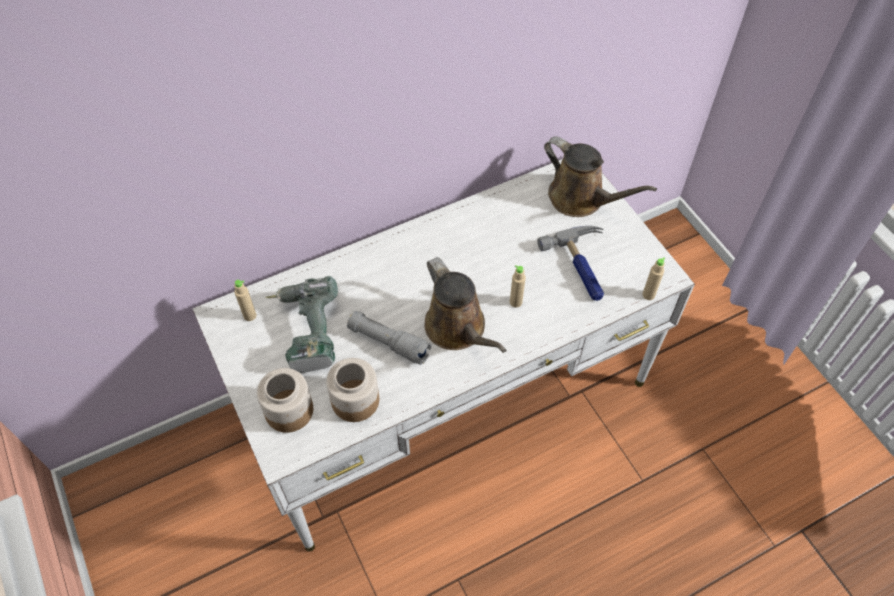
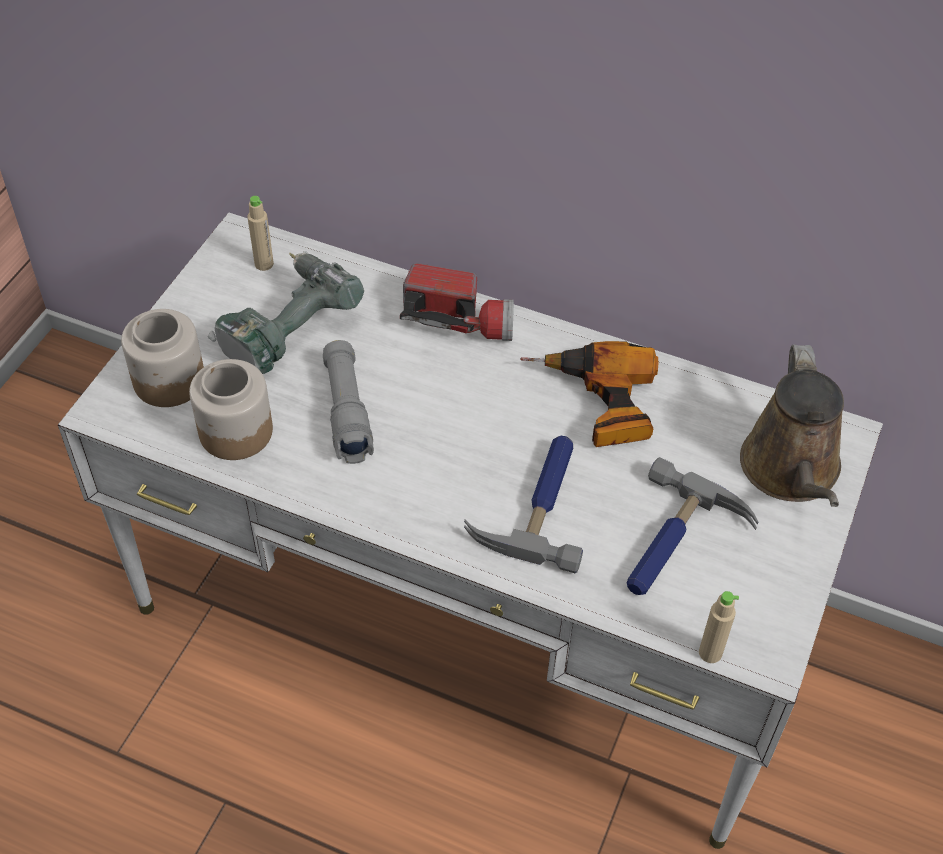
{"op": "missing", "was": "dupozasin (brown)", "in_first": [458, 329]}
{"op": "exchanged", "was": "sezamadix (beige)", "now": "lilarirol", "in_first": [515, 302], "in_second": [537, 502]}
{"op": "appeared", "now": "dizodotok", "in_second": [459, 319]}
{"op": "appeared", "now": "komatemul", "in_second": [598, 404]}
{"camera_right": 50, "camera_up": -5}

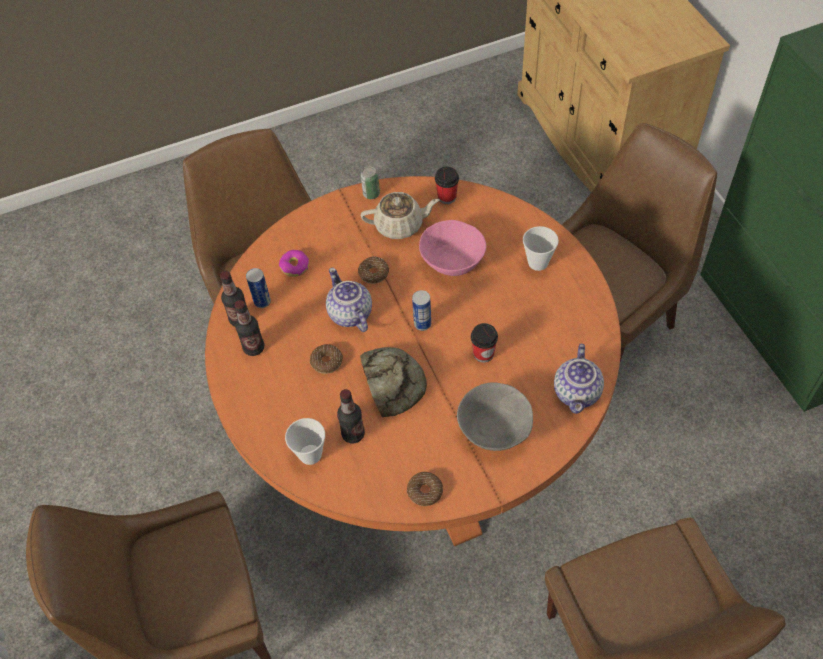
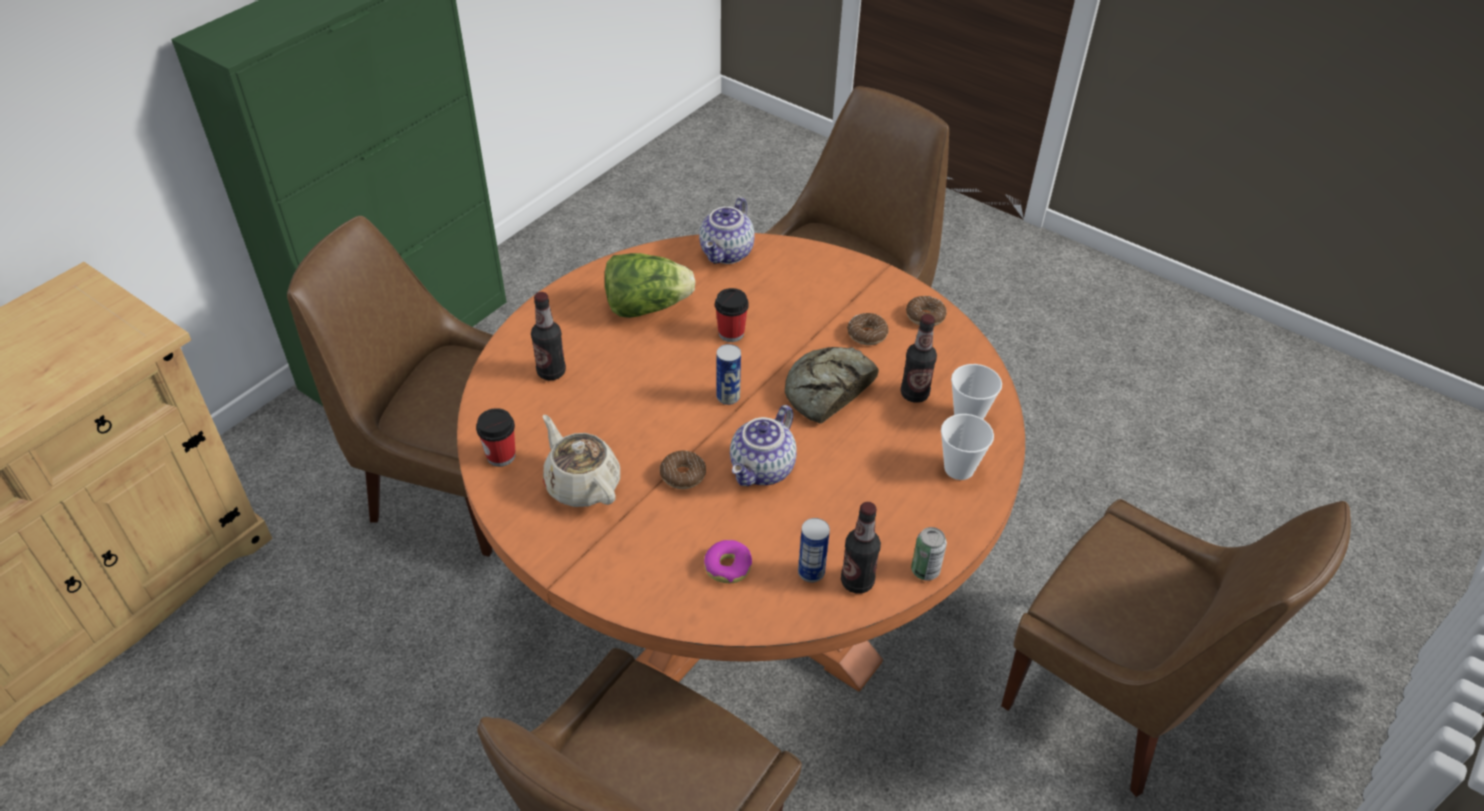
{"op": "relocated", "was": "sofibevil", "in_first": [371, 194], "in_second": [925, 570]}
{"op": "missing", "was": "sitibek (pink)", "in_first": [453, 262]}
{"op": "relocated", "was": "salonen", "in_first": [538, 262], "in_second": [959, 468]}
{"op": "relocated", "was": "sezamadix", "in_first": [254, 348], "in_second": [551, 372]}
{"op": "relocated", "was": "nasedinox", "in_first": [326, 362], "in_second": [867, 334]}
{"op": "spun", "was": "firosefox", "in_first": [578, 393], "in_second": [727, 253], "clockwise": 135}
{"op": "missing", "was": "sitibek (grey)", "in_first": [493, 430]}
{"op": "appeared", "now": "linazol", "in_second": [646, 307]}
{"camera_right": -125, "camera_up": -10}

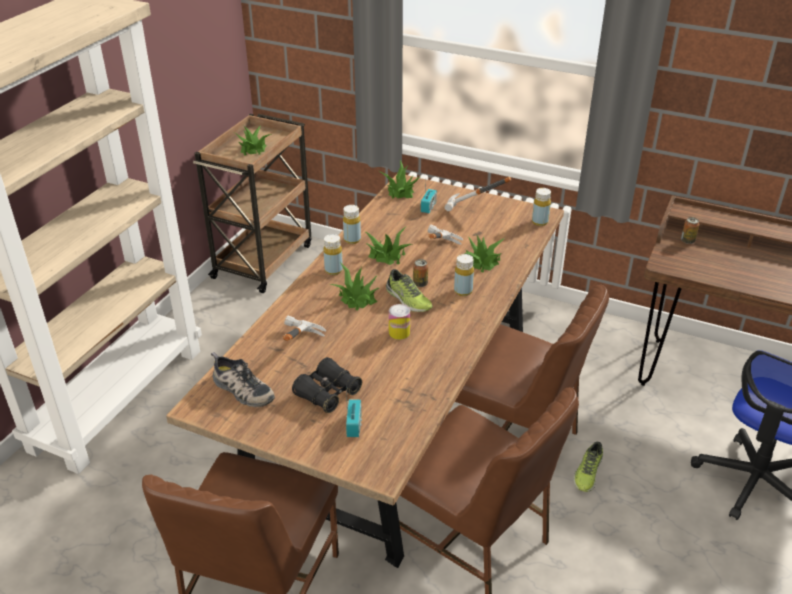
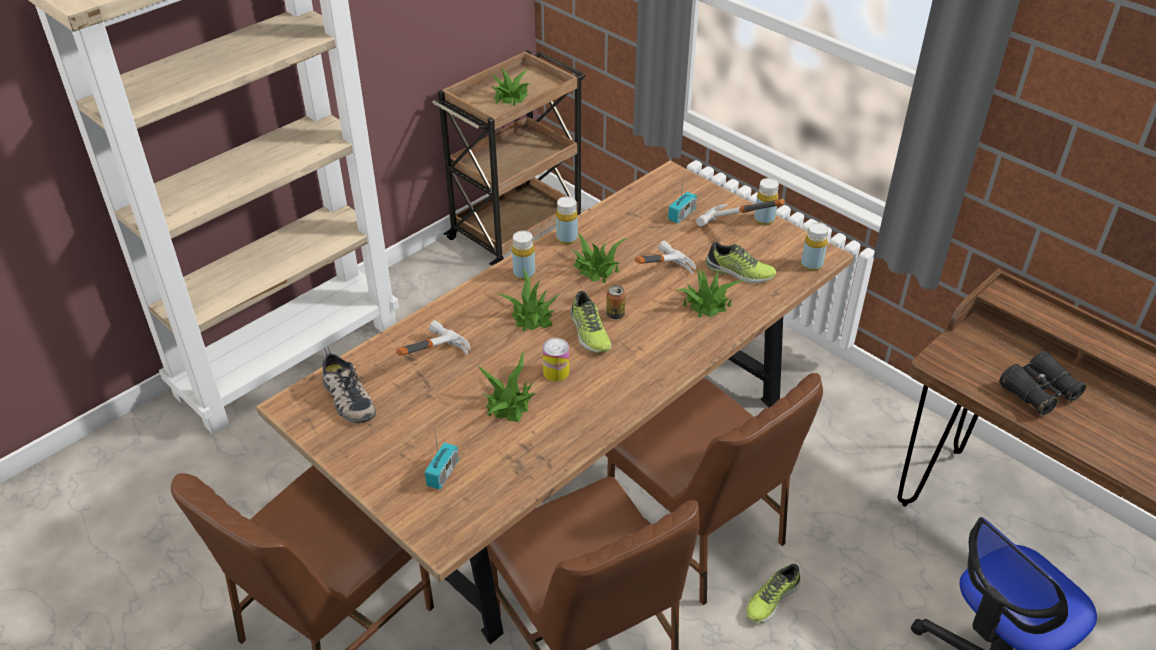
{"op": "relocated", "was": "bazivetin", "in_first": [401, 191], "in_second": [509, 403]}
{"op": "missing", "was": "sofibevil", "in_first": [687, 241]}
{"op": "relocated", "was": "sezamadix (yellow)", "in_first": [463, 291], "in_second": [764, 220]}
{"op": "relocated", "was": "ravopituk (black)", "in_first": [327, 393], "in_second": [1038, 392]}
{"op": "appeared", "now": "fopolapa", "in_second": [739, 272]}
{"camera_right": 20, "camera_up": 5}

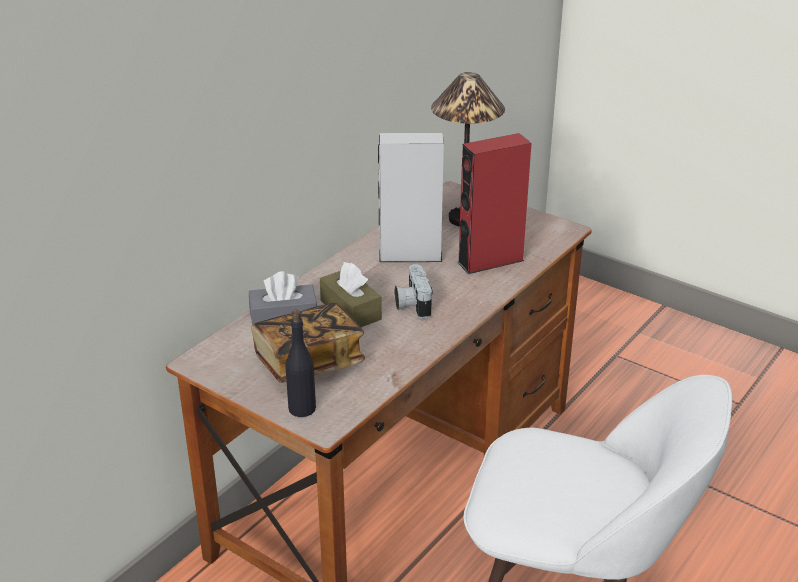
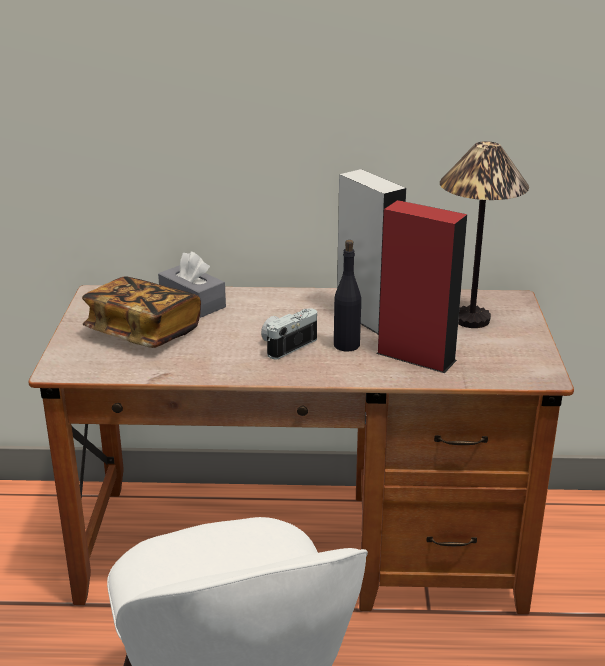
{"op": "missing", "was": "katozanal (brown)", "in_first": [350, 310]}
{"op": "relocated", "was": "sezamadix (black)", "in_first": [302, 408], "in_second": [347, 345]}
{"camera_right": 55, "camera_up": -5}

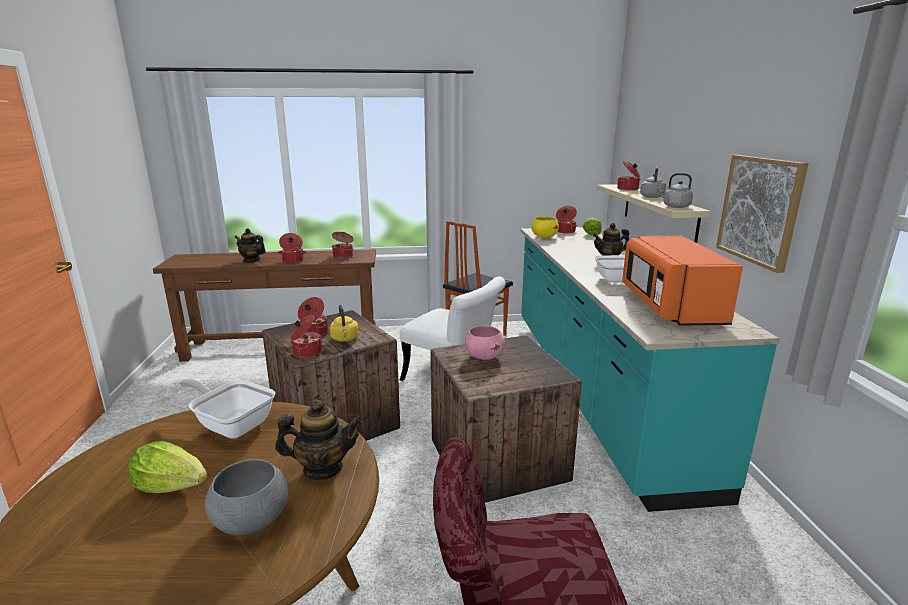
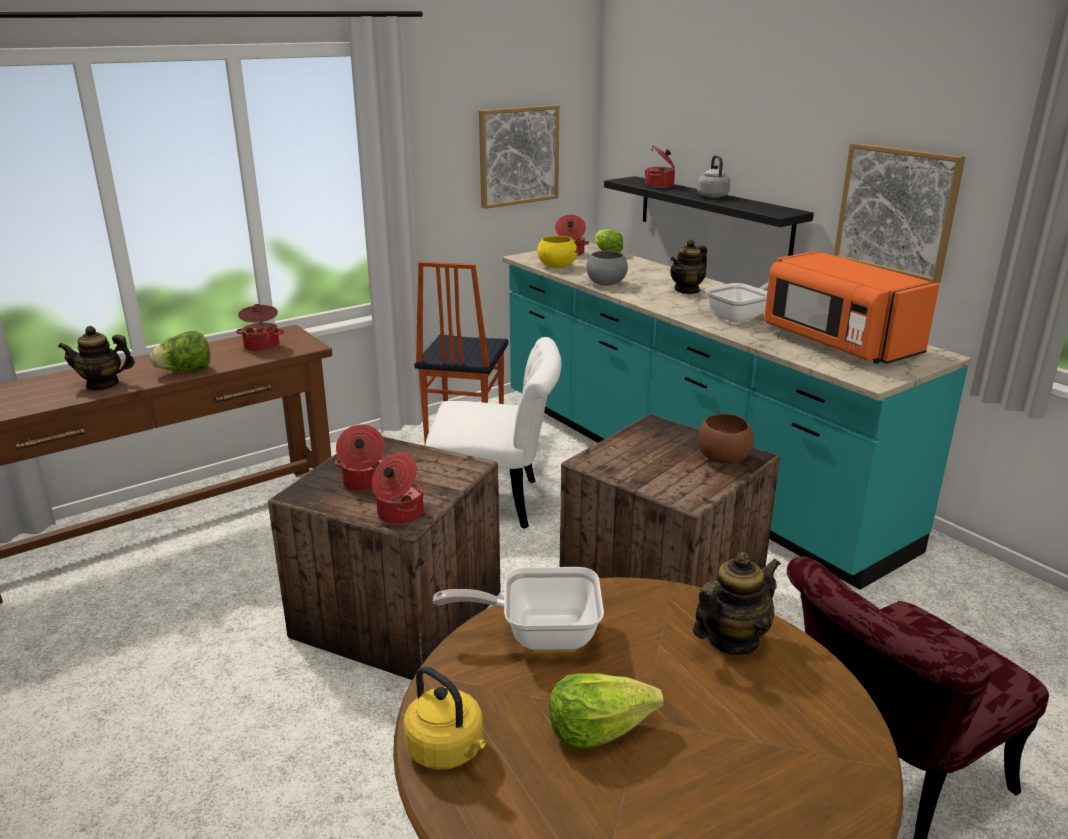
{"op": "missing", "was": "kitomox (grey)", "in_first": [674, 206]}
{"op": "colour", "was": "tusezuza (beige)", "now": "tusezuza (black)", "in_first": [658, 212], "in_second": [713, 215]}
{"op": "exchanged", "was": "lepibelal", "now": "linazol", "in_first": [293, 261], "in_second": [185, 371]}
{"op": "relocated", "was": "kitomox (yellow)", "in_first": [345, 339], "in_second": [448, 751]}
{"op": "missing", "was": "sitibek (pink)", "in_first": [484, 356]}
{"op": "relocated", "was": "sitibek (grey)", "in_first": [251, 520], "in_second": [605, 284]}
{"op": "appeared", "now": "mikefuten", "in_second": [518, 156]}
{"op": "appeared", "now": "sitibek (brown)", "in_second": [723, 458]}
{"camera_right": -30, "camera_up": 5}

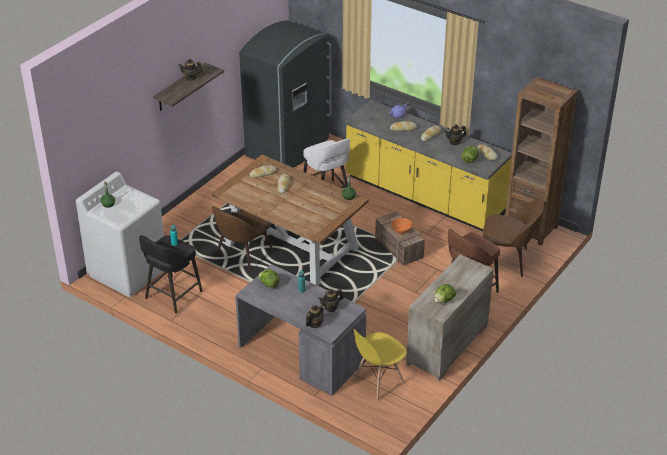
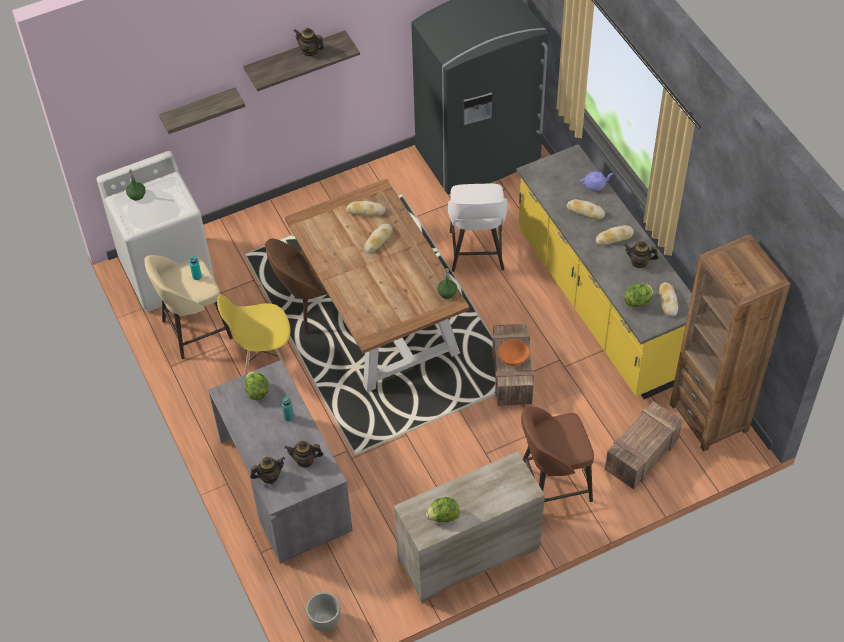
{"op": "exchanged", "was": "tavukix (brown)", "now": "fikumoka", "in_first": [507, 260], "in_second": [641, 455]}
{"op": "colour", "was": "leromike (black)", "now": "leromike (beige)", "in_first": [172, 295], "in_second": [194, 330]}
{"op": "relocated", "was": "tavukix (yellow)", "in_first": [378, 382], "in_second": [262, 360]}
{"op": "appeared", "now": "tusezuza", "in_second": [199, 111]}
{"op": "appeared", "now": "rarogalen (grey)", "in_second": [325, 621]}
{"camera_right": 30, "camera_up": 15}

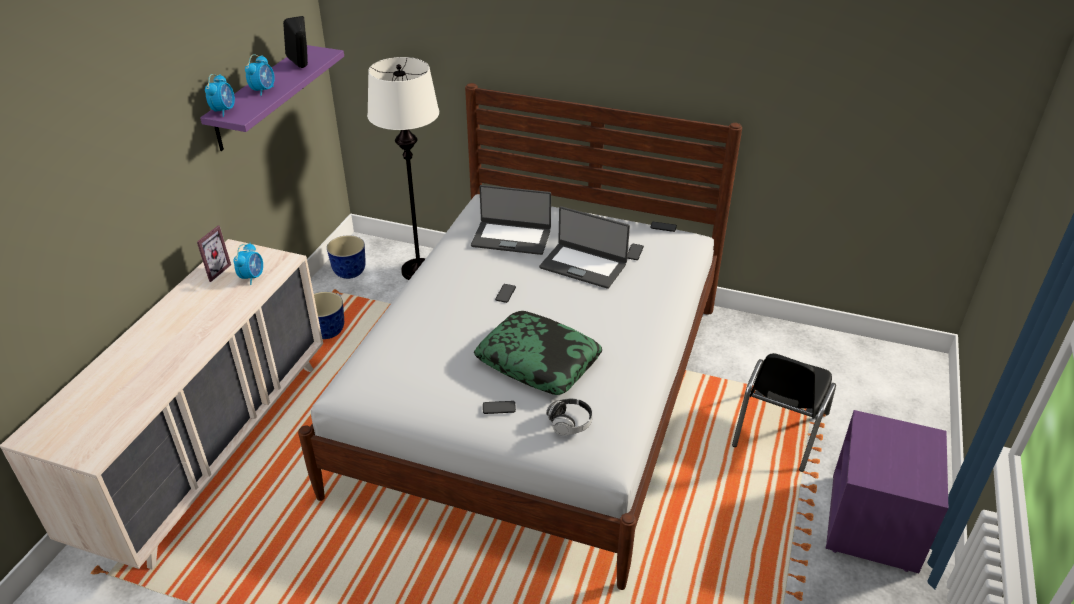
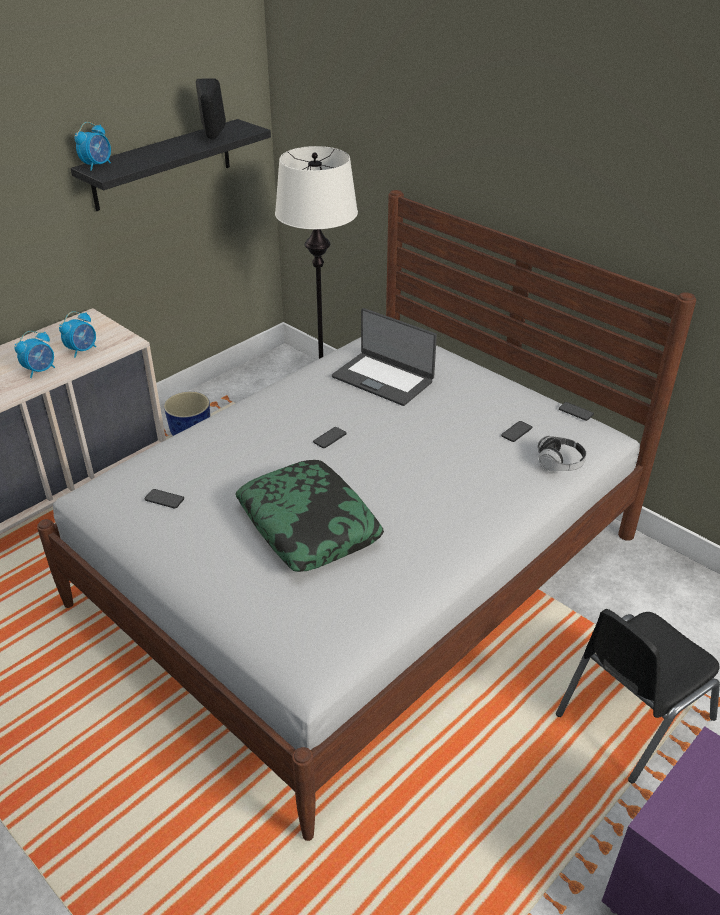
{"op": "colour", "was": "tusezuza (purple)", "now": "tusezuza (black)", "in_first": [260, 98], "in_second": [162, 165]}
{"op": "relocated", "was": "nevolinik", "in_first": [263, 90], "in_second": [40, 370]}
{"op": "missing", "was": "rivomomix", "in_first": [583, 265]}
{"op": "missing", "was": "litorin", "in_first": [213, 271]}
{"op": "missing", "was": "rarogalen", "in_first": [350, 273]}
{"op": "relocated", "was": "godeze", "in_first": [570, 423], "in_second": [559, 463]}
{"op": "relocated", "was": "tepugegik", "in_first": [499, 408], "in_second": [164, 499]}
{"camera_right": 25, "camera_up": 0}

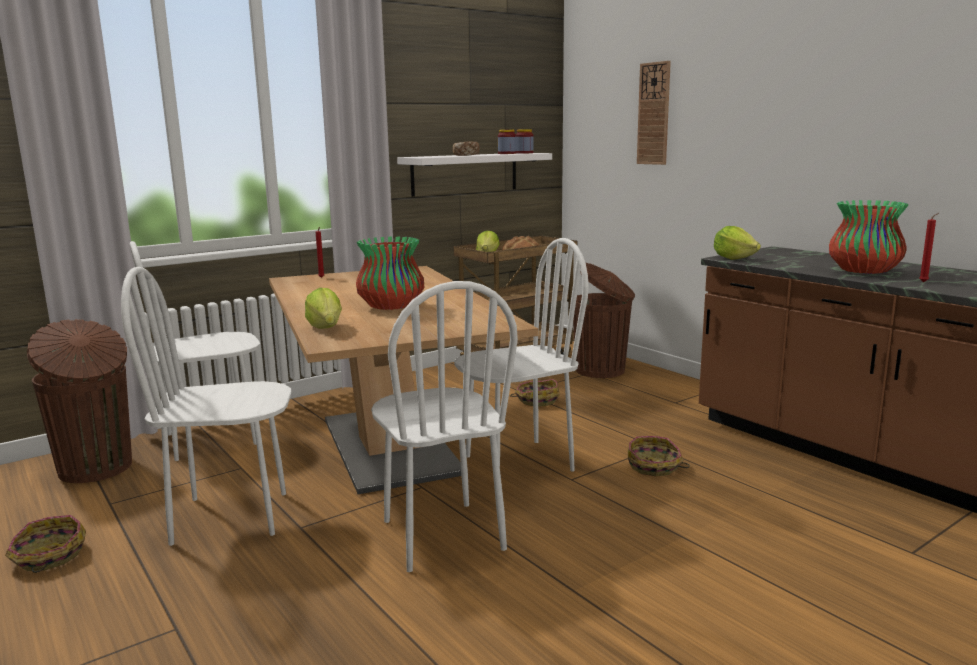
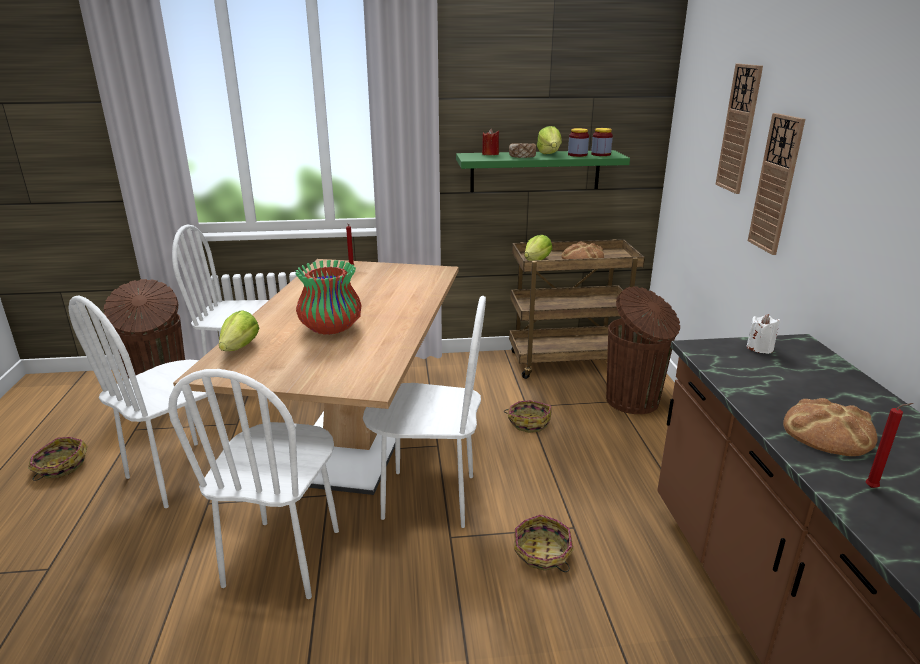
{"op": "colour", "was": "tusezuza (white)", "now": "tusezuza (green)", "in_first": [465, 173], "in_second": [535, 171]}
{"op": "exchanged", "was": "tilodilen", "now": "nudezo", "in_first": [864, 271], "in_second": [828, 432]}
{"op": "relocated", "was": "linazol", "in_first": [734, 258], "in_second": [549, 153]}
{"op": "spun", "was": "tavukix (white)", "in_first": [231, 517], "in_second": [181, 473], "clockwise": -75}
{"op": "appeared", "now": "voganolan", "in_second": [776, 184]}
{"op": "appeared", "now": "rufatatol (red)", "in_second": [490, 154]}
{"op": "appeared", "now": "rufatatol (white)", "in_second": [759, 348]}
{"camera_right": 30, "camera_up": 10}

